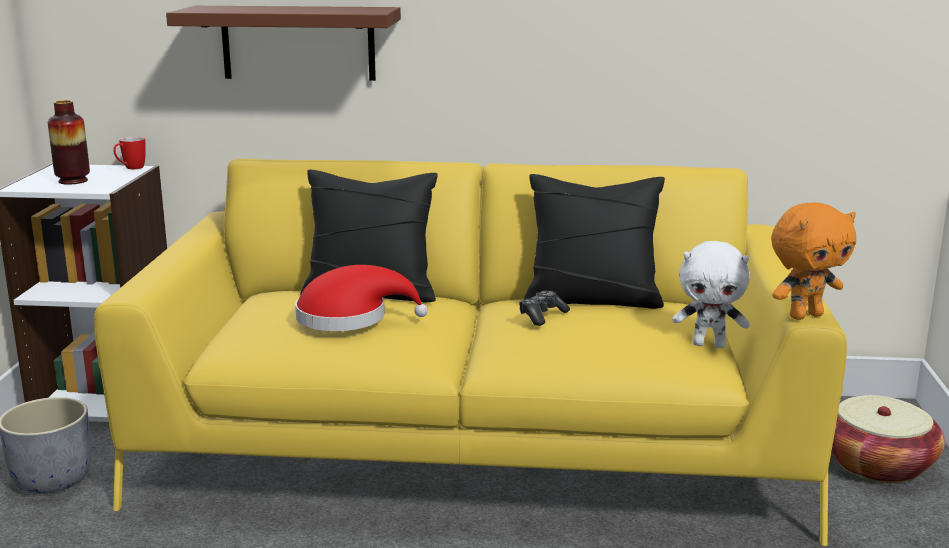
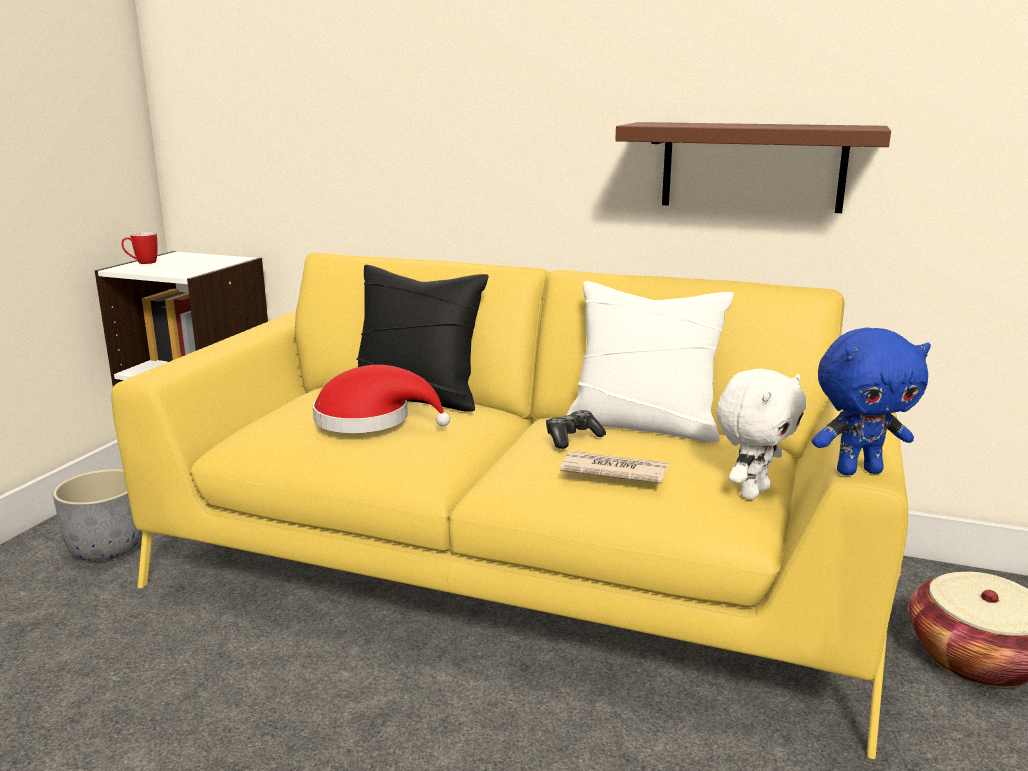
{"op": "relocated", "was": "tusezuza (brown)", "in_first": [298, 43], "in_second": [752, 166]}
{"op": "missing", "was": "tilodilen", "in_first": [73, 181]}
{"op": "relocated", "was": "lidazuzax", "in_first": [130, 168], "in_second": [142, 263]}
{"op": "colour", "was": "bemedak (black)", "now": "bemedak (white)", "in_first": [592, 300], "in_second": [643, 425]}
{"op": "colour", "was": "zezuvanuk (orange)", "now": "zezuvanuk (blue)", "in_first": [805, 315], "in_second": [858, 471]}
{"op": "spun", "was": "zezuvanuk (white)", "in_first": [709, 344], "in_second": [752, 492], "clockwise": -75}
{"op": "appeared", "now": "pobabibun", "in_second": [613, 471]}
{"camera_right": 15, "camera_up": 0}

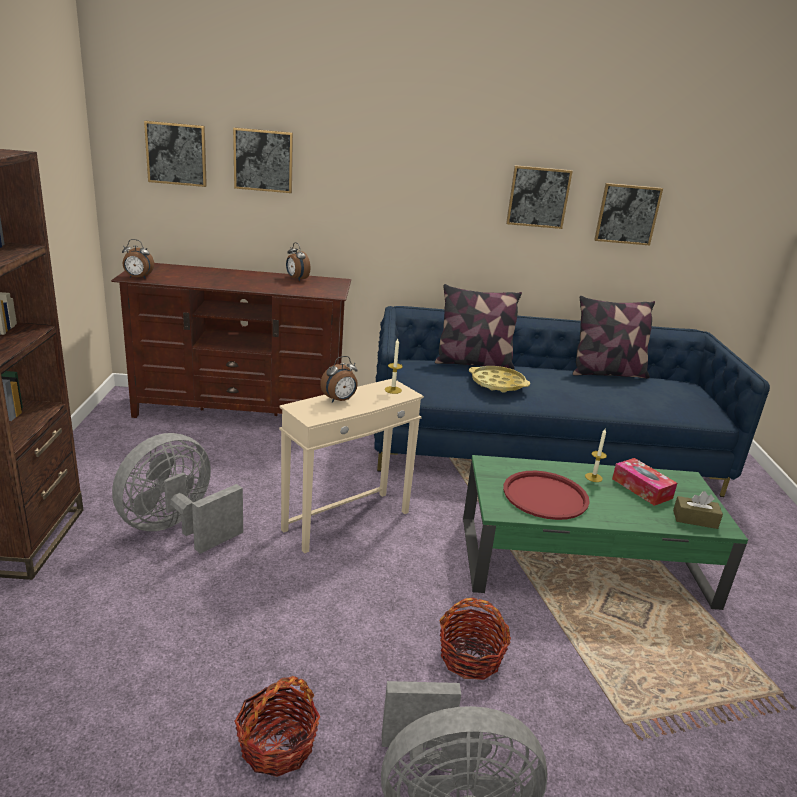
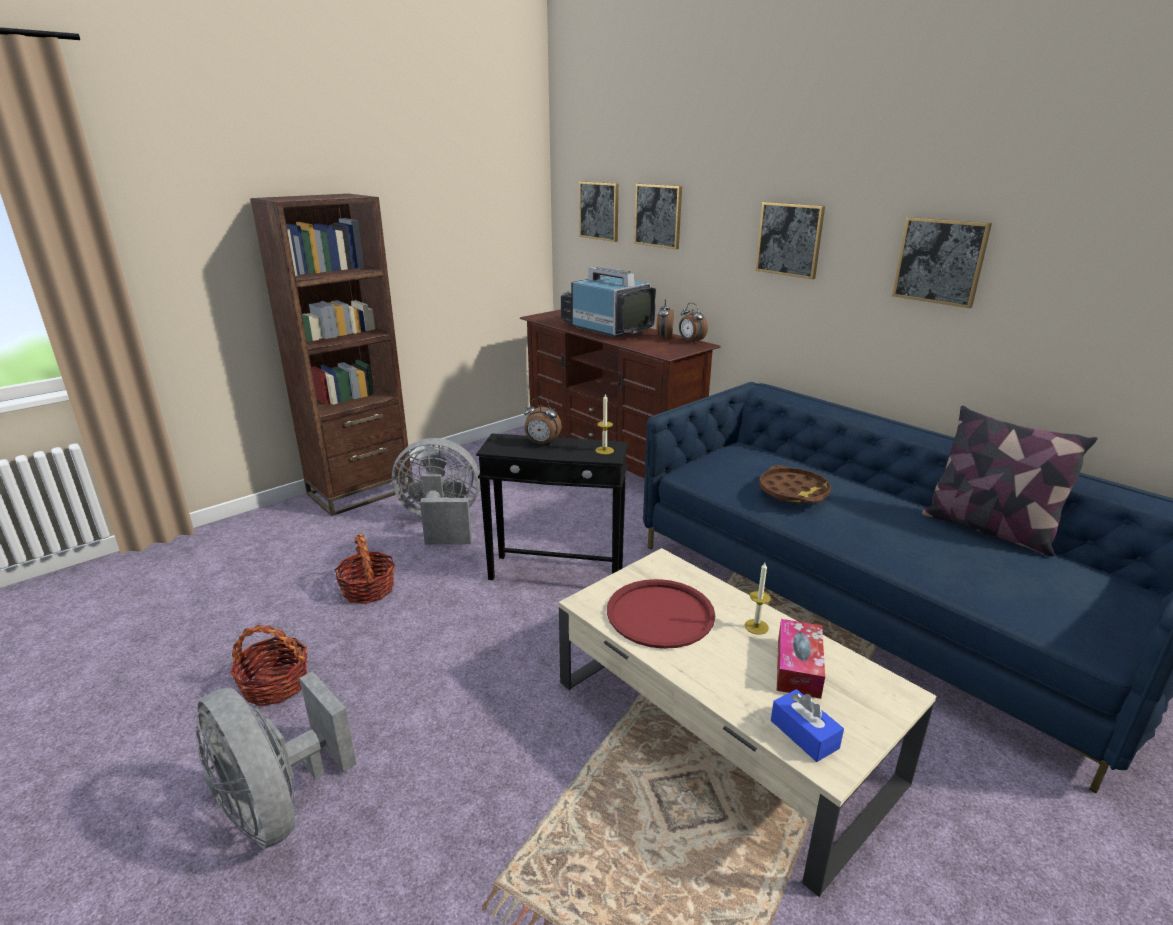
{"op": "relocated", "was": "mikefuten", "in_first": [627, 214], "in_second": [789, 239]}
{"op": "relocated", "was": "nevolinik", "in_first": [138, 278], "in_second": [690, 341]}
{"op": "missing", "was": "bemedak", "in_first": [473, 363]}
{"op": "colour", "was": "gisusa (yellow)", "now": "gisusa (brown)", "in_first": [498, 383], "in_second": [793, 491]}
{"op": "colour", "was": "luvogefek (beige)", "now": "luvogefek (black)", "in_first": [347, 521], "in_second": [556, 573]}
{"op": "colour", "was": "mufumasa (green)", "now": "mufumasa (beige)", "in_first": [585, 561], "in_second": [722, 730]}
{"op": "colour", "was": "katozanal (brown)", "now": "katozanal (blue)", "in_first": [695, 519], "in_second": [804, 734]}
{"op": "relocated", "was": "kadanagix", "in_first": [470, 658], "in_second": [368, 589]}
{"op": "appeared", "now": "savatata", "in_second": [606, 329]}
{"camera_right": 50, "camera_up": 0}

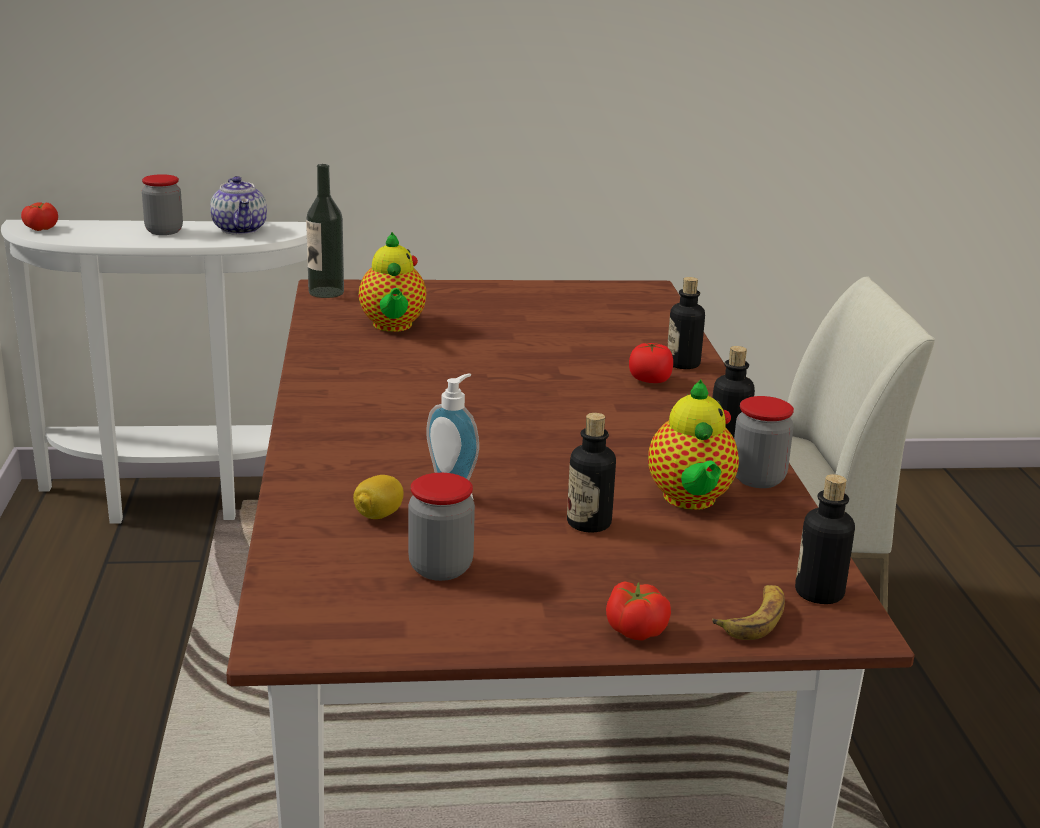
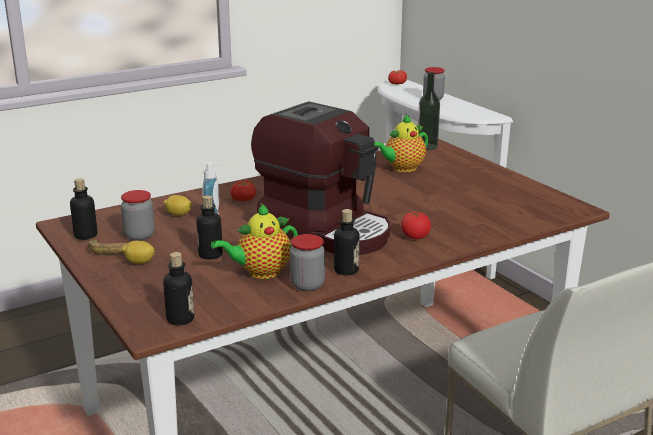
{"op": "missing", "was": "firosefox", "in_first": [240, 229]}
{"op": "relocated", "was": "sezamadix", "in_first": [683, 364], "in_second": [86, 235]}
{"op": "relocated", "was": "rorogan", "in_first": [636, 629], "in_second": [244, 199]}
{"op": "relocated", "was": "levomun", "in_first": [754, 618], "in_second": [112, 250]}
{"op": "appeared", "now": "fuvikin", "in_second": [326, 230]}
{"op": "appeared", "now": "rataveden", "in_second": [139, 262]}
{"camera_right": 65, "camera_up": 0}

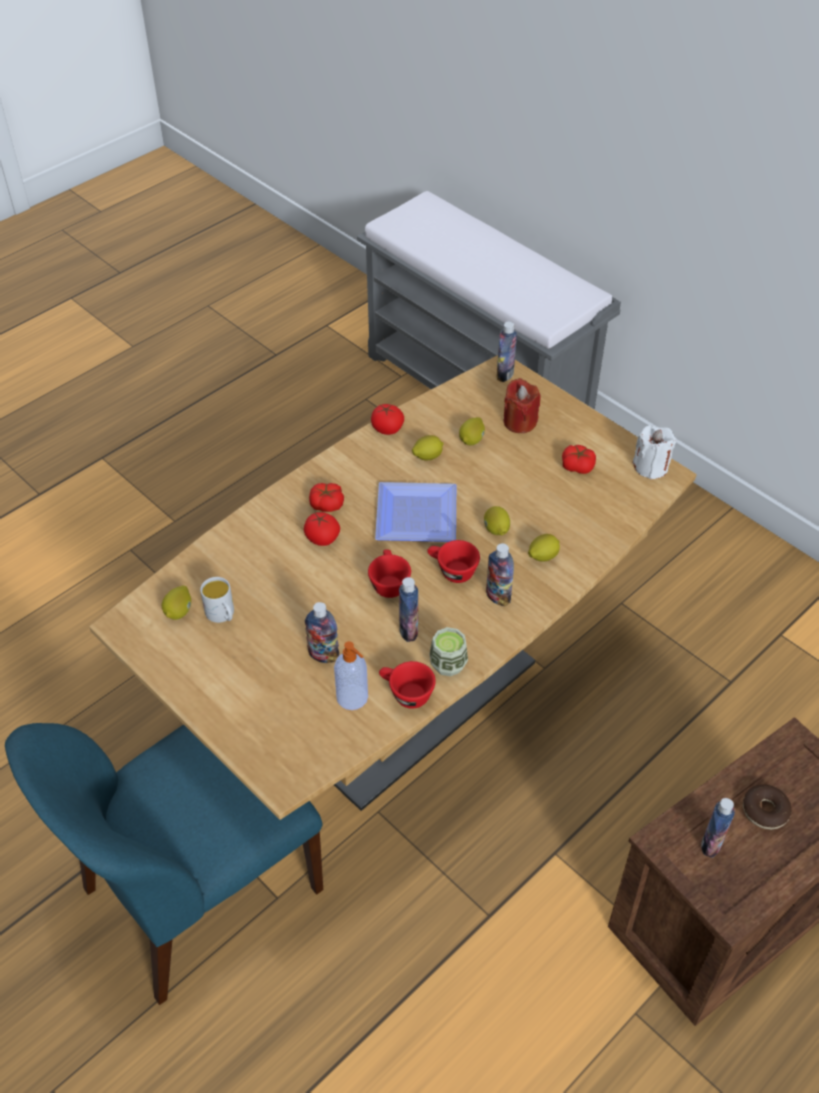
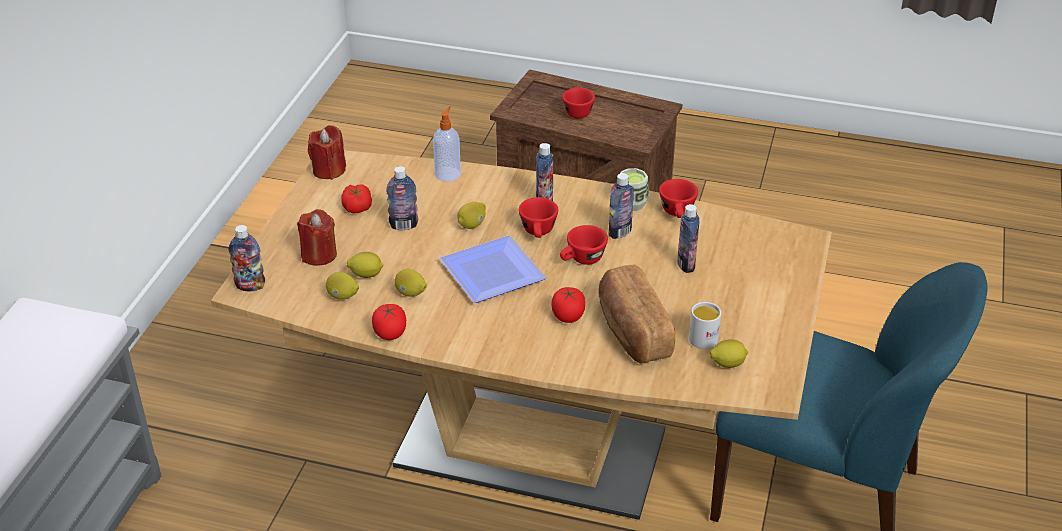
{"op": "colour", "was": "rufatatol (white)", "now": "rufatatol (red)", "in_first": [651, 467], "in_second": [329, 170]}
{"op": "missing", "was": "rorogan", "in_first": [327, 504]}
{"op": "relocated", "was": "rataveden", "in_first": [542, 556], "in_second": [342, 296]}
{"op": "relocated", "was": "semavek", "in_first": [353, 698], "in_second": [448, 173]}
{"op": "exchanged", "was": "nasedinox", "now": "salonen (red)", "in_first": [765, 811], "in_second": [577, 111]}
{"op": "relocated", "was": "sezamadix", "in_first": [711, 844], "in_second": [404, 225]}
{"op": "appeared", "now": "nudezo", "in_second": [632, 331]}
{"camera_right": -120, "camera_up": -10}

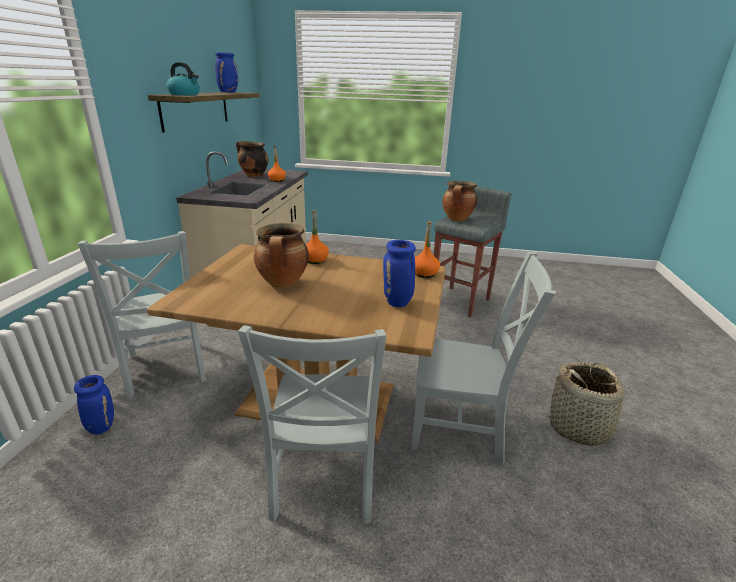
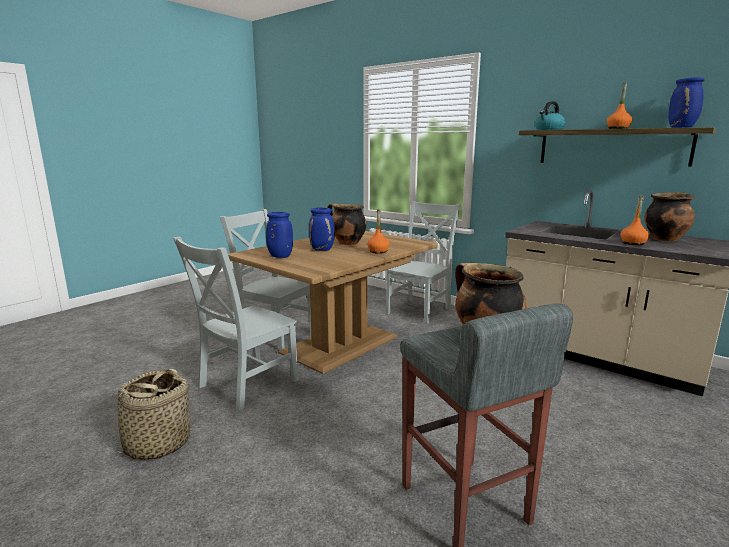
{"op": "relocated", "was": "sezamadix (orange)", "in_first": [424, 273], "in_second": [618, 129]}
{"op": "spun", "was": "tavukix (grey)", "in_first": [166, 370], "in_second": [420, 310], "clockwise": 120}
{"op": "relocated", "was": "tilodilen (blue)", "in_first": [101, 426], "in_second": [322, 249]}
{"camera_right": 120, "camera_up": -10}

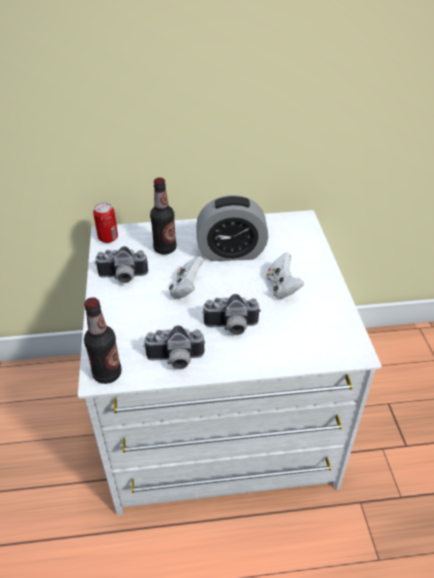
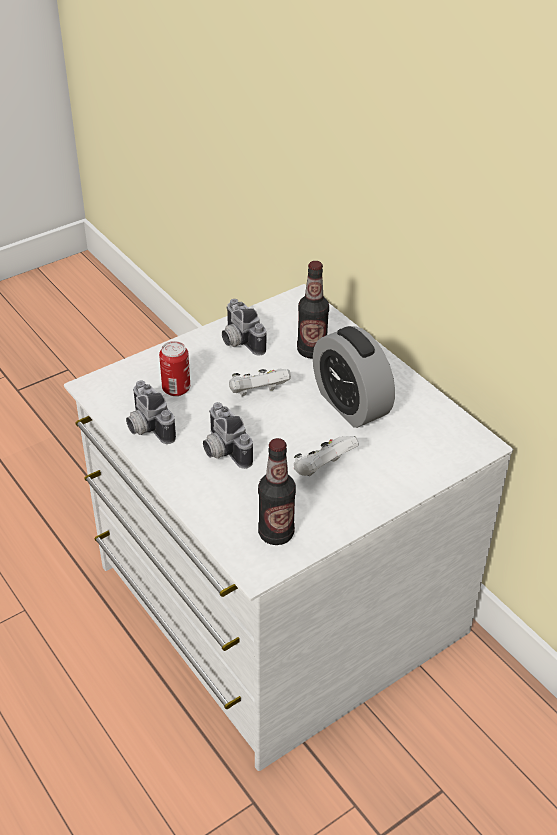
{"op": "relocated", "was": "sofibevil", "in_first": [108, 238], "in_second": [176, 389]}
{"op": "relocated", "was": "sezamadix", "in_first": [107, 374], "in_second": [276, 533]}
{"camera_right": 60, "camera_up": 0}

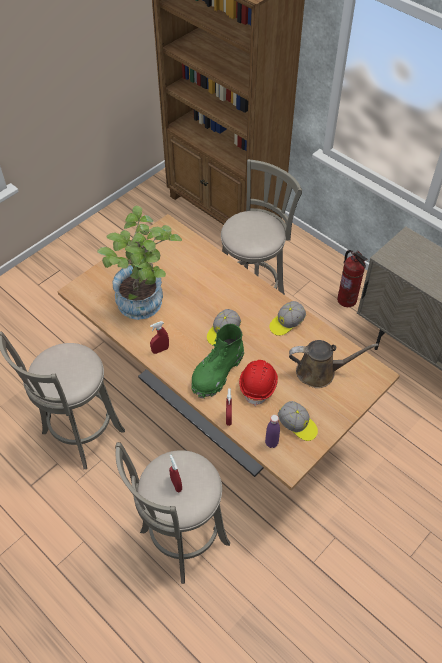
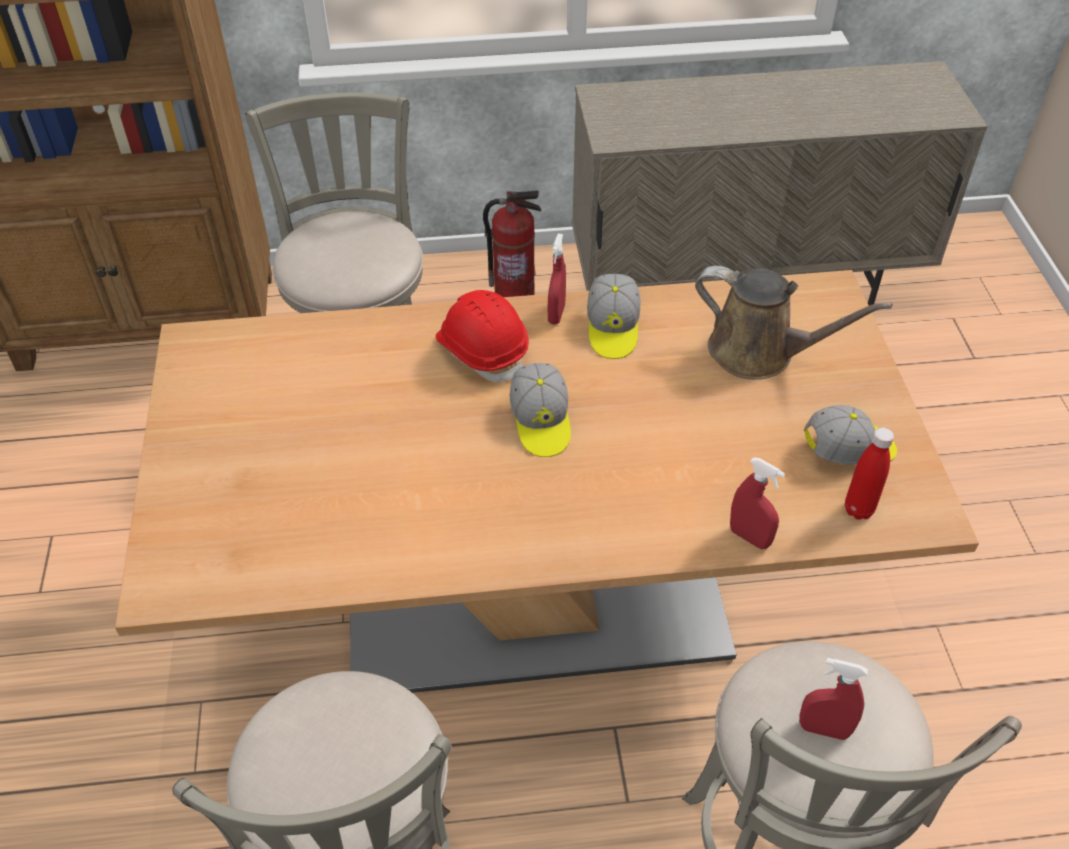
{"op": "missing", "was": "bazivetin", "in_first": [145, 305]}
{"op": "relocated", "was": "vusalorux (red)", "in_first": [160, 350], "in_second": [556, 314]}
{"op": "missing", "was": "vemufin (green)", "in_first": [217, 373]}
{"op": "spun", "was": "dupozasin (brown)", "in_first": [320, 372], "in_second": [759, 353], "clockwise": 75}
{"op": "relocated", "was": "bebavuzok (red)", "in_first": [258, 385], "in_second": [482, 350]}
{"op": "colour", "was": "sezamadix (purple)", "now": "sezamadix (red)", "in_first": [271, 443], "in_second": [858, 509]}
{"camera_right": -50, "camera_up": -5}

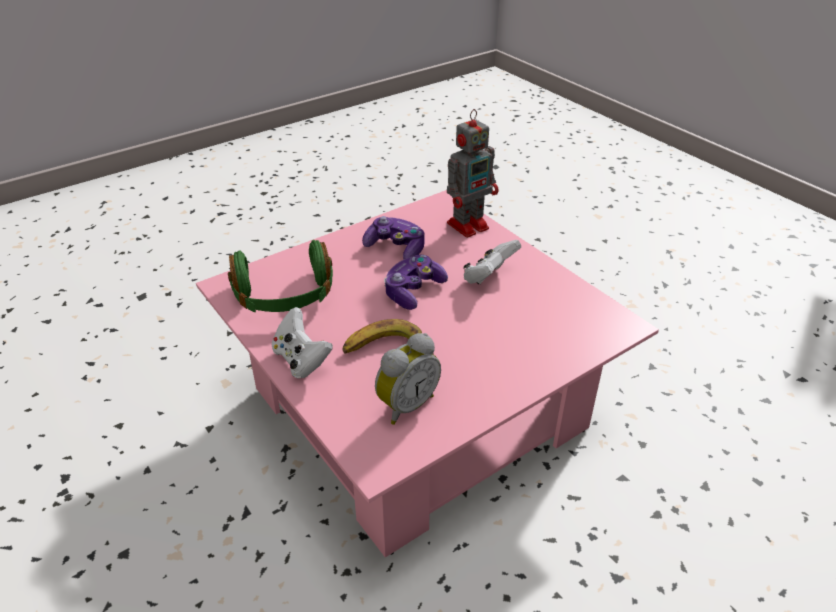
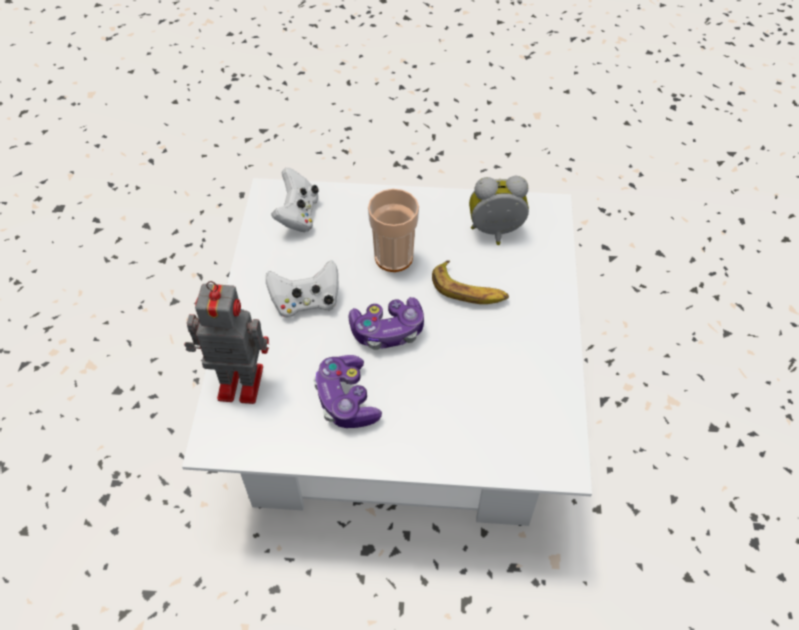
{"op": "colour", "was": "mufumasa (pink)", "now": "mufumasa (white)", "in_first": [418, 408], "in_second": [399, 397]}
{"op": "missing", "was": "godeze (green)", "in_first": [285, 296]}
{"op": "relocated", "was": "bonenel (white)", "in_first": [301, 360], "in_second": [298, 215]}
{"op": "appeared", "now": "salonen", "in_second": [393, 257]}
{"camera_right": -140, "camera_up": 15}

